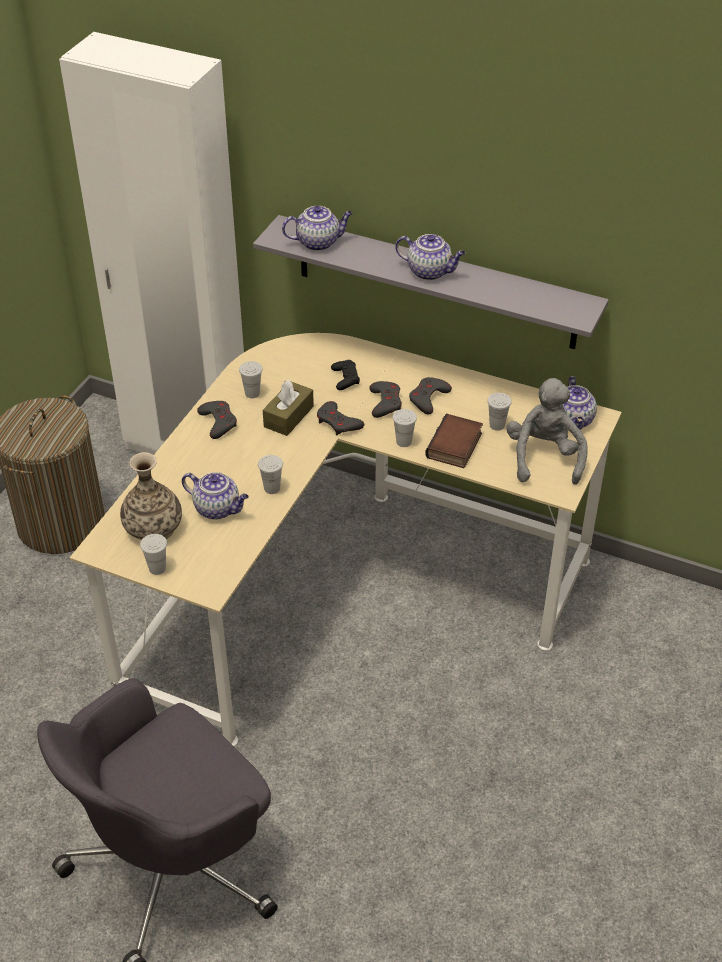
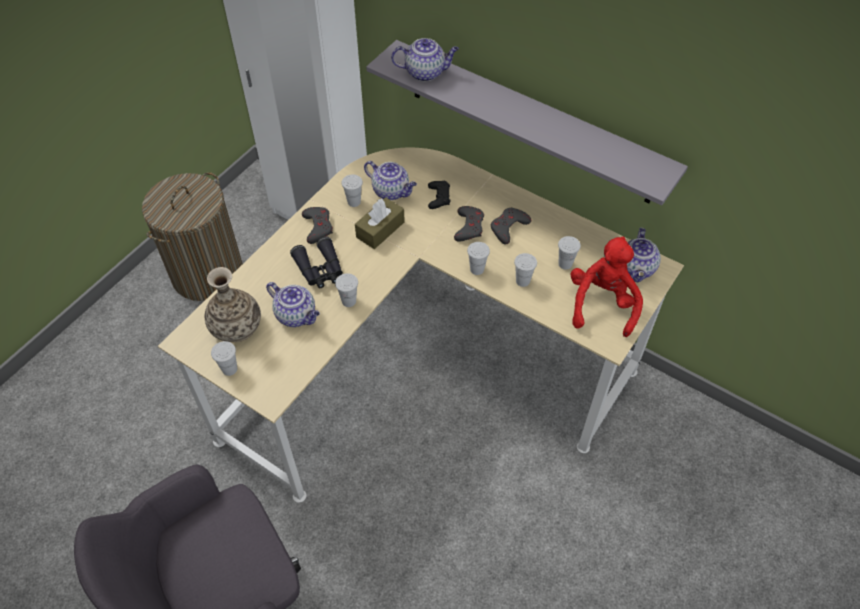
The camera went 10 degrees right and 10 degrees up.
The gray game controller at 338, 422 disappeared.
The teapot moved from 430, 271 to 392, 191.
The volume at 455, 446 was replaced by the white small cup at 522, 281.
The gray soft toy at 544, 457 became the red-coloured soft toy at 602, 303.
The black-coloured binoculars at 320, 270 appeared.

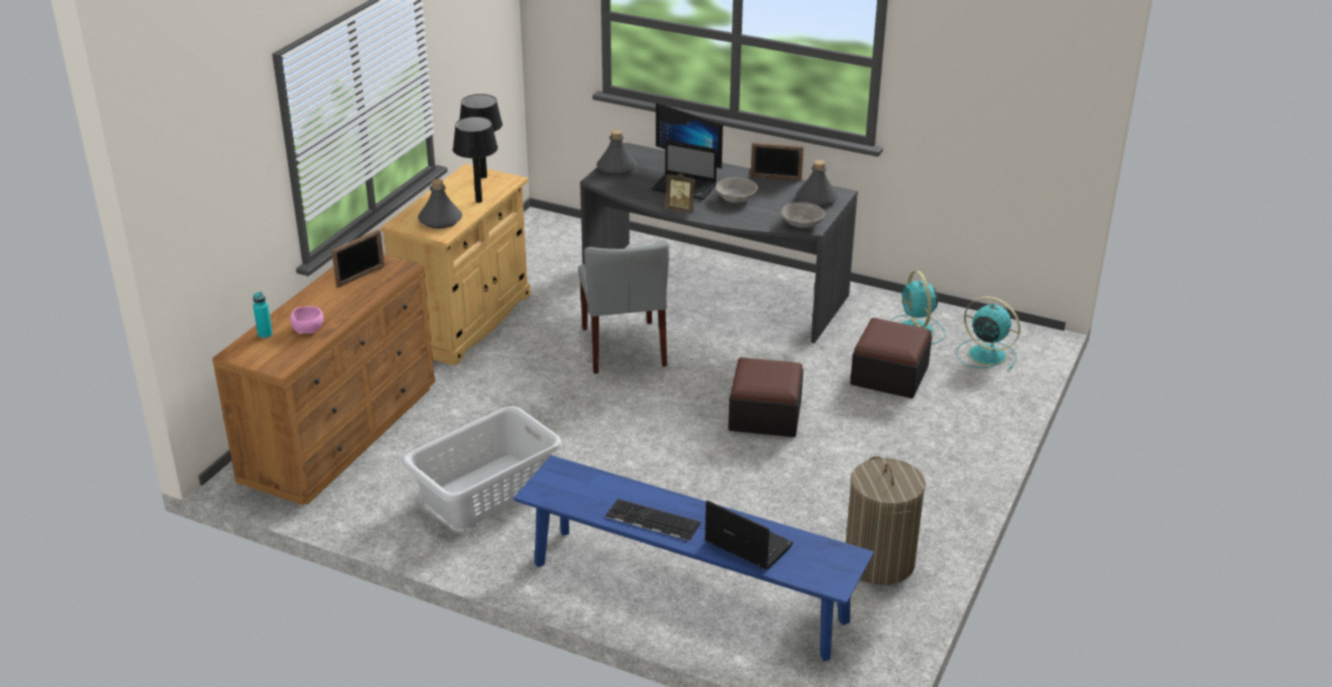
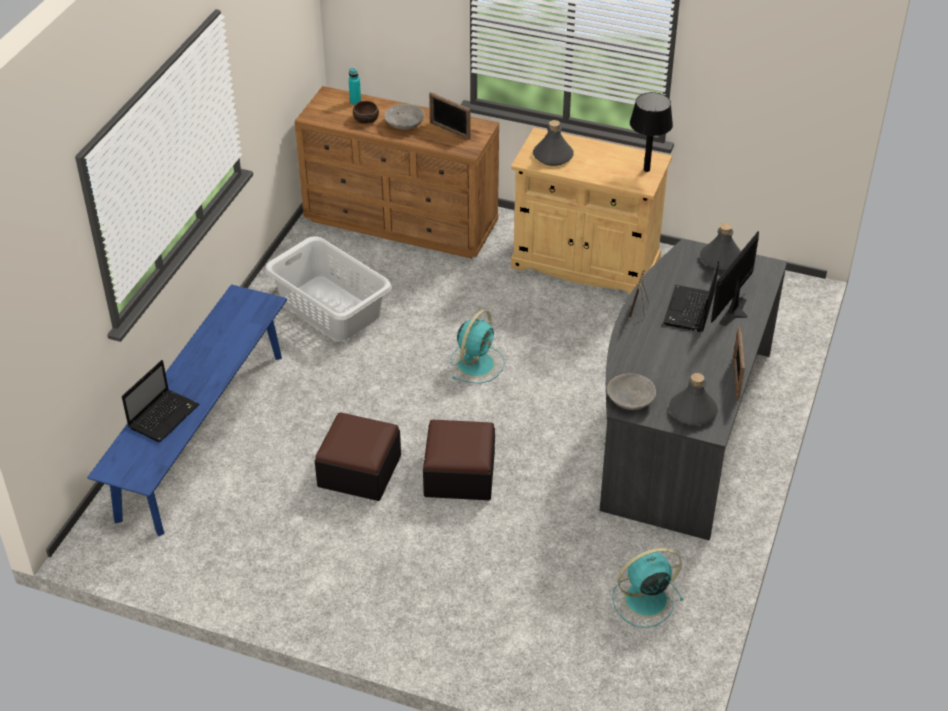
The camera went 85 degrees right and 10 degrees up.
The pink serving bowl at 309, 328 became the brownish serving bowl at 366, 119.
The black-coloured lamp for a table at 479, 201 disappeared.
The gray upright chair at 624, 347 disappeared.
The PC keyboard at 651, 520 disappeared.
The gray serving bowl moved from 736, 198 to 405, 124.
The laundry basket at 879, 562 disappeared.
The pouffe moved from 889, 375 to 359, 471.
The blue-green fan moved from 985, 354 to 476, 363.

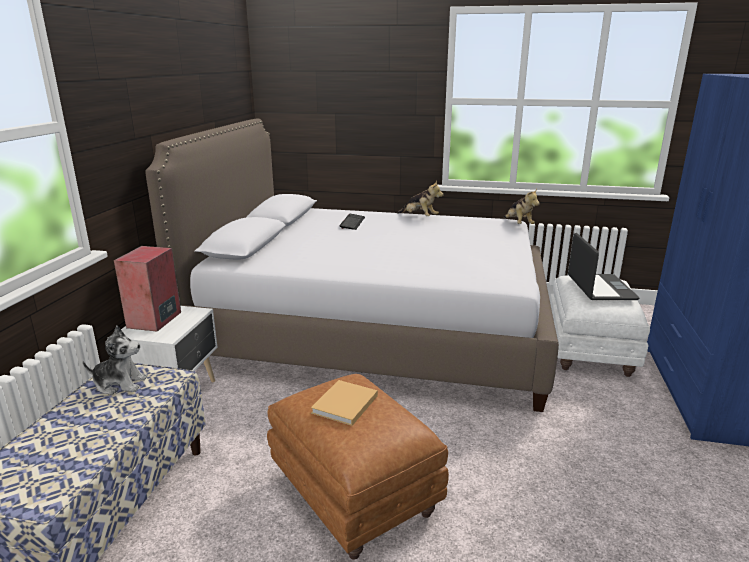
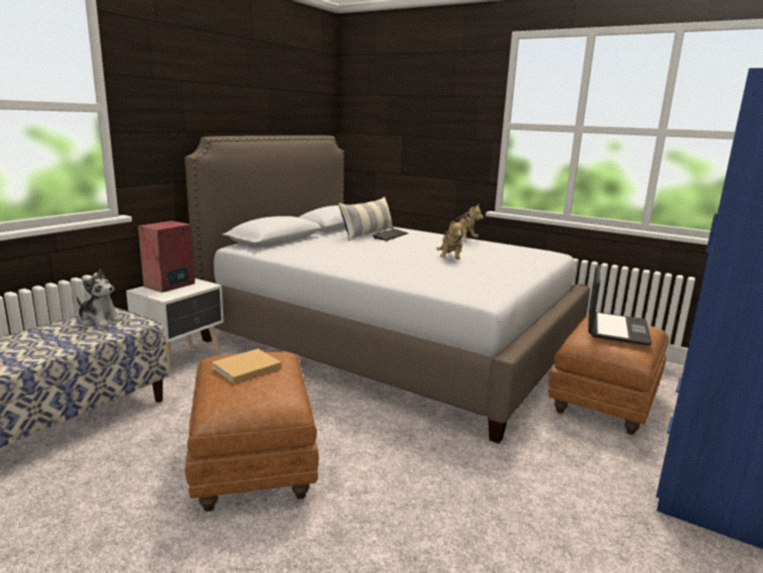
The camera went 20 degrees right and 5 degrees down.
The soft toy moved from 518, 224 to 450, 259.
The white pouffe at 588, 350 became the brownish pouffe at 603, 401.
The cushion at 368, 234 appeared.

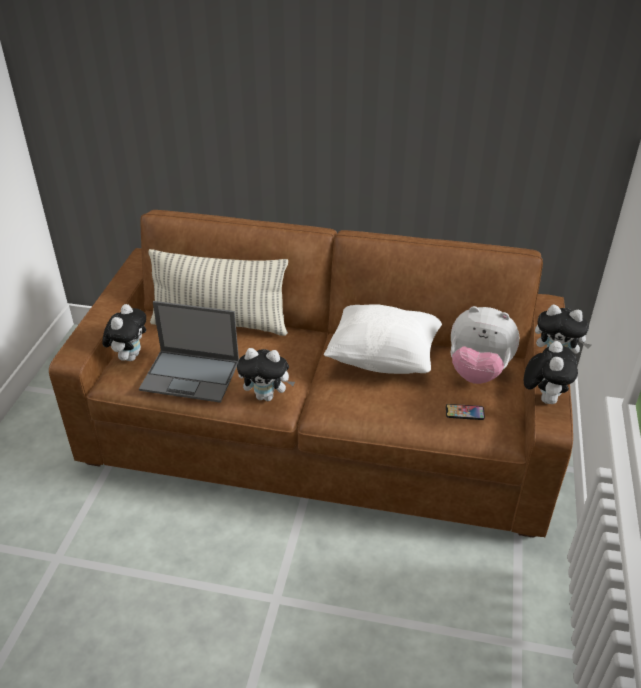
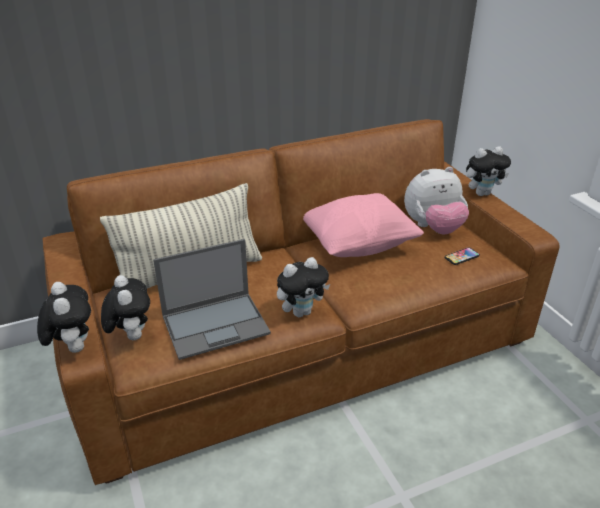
The camera went 35 degrees left and 5 degrees down.
The white cushion at 384, 358 became the pink cushion at 358, 245.
The soft toy moved from 543, 397 to 72, 347.

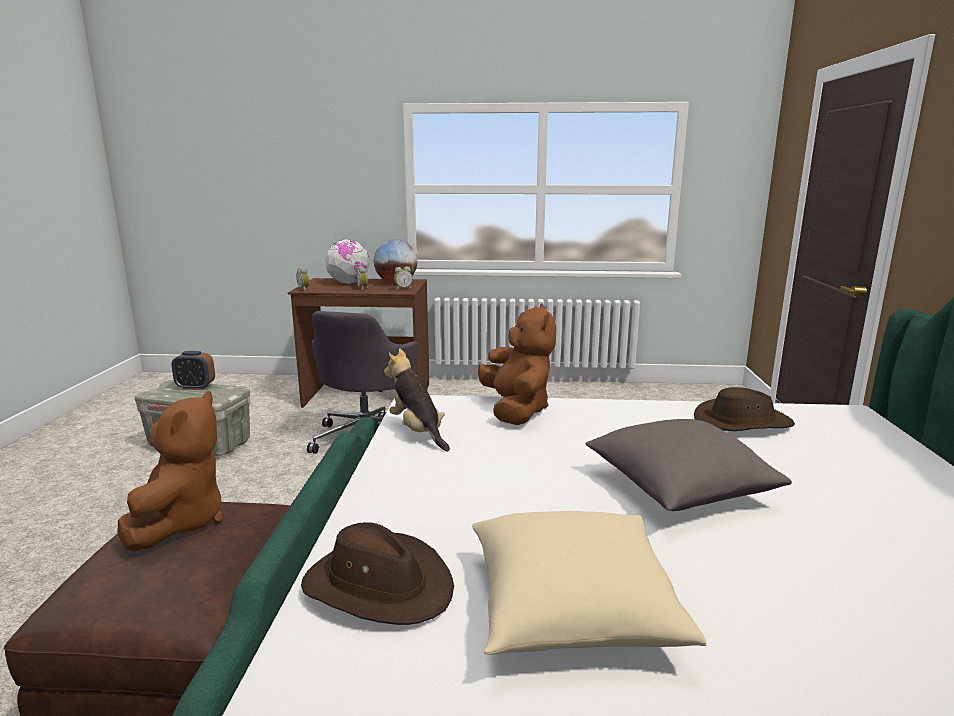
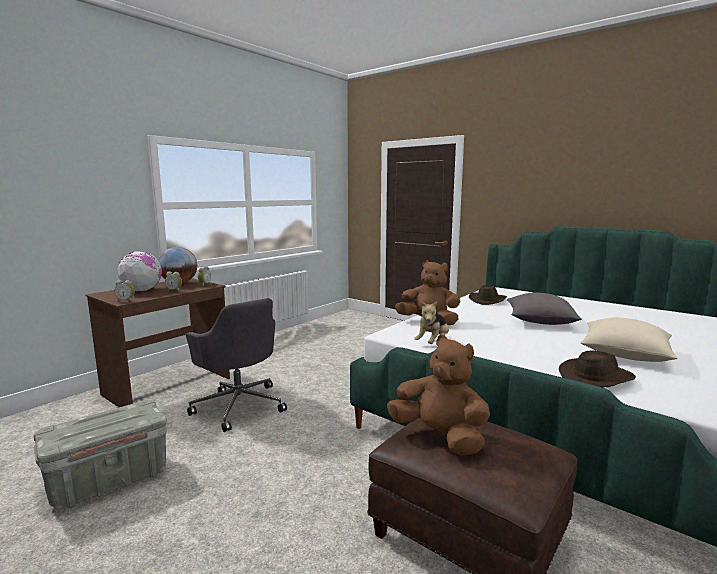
The camera went 55 degrees left and 5 degrees down.
The table clock at 195, 387 disappeared.
The soft toy at 417, 432 turned 60 degrees counterclockwise.

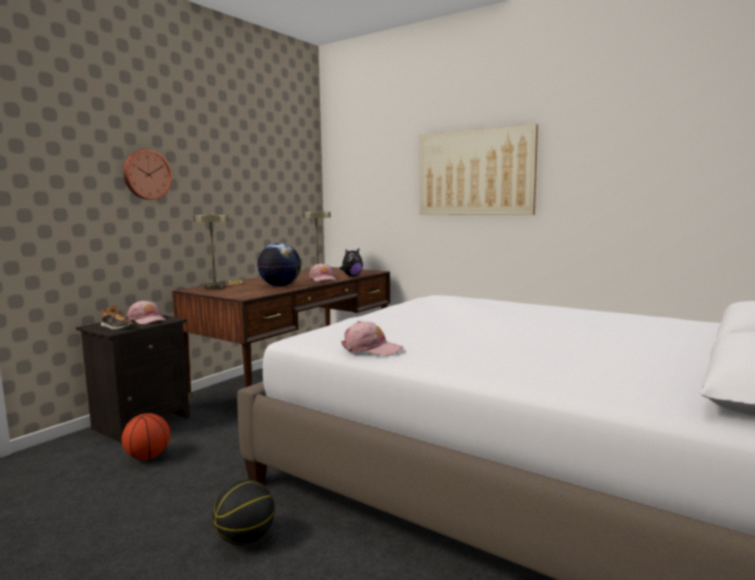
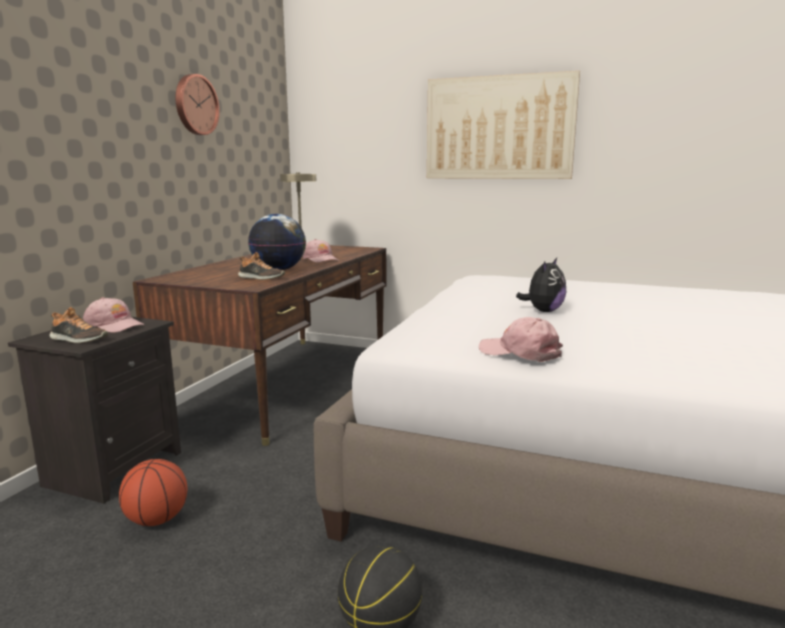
The camera went 15 degrees left and 5 degrees up.
The hanging clock moved from 146, 175 to 195, 105.
The beige lamp for a table at 218, 287 disappeared.
The soft toy moved from 352, 276 to 543, 311.
The pink cap at 371, 349 turned 150 degrees counterclockwise.
The item of footwear at 261, 278 appeared.

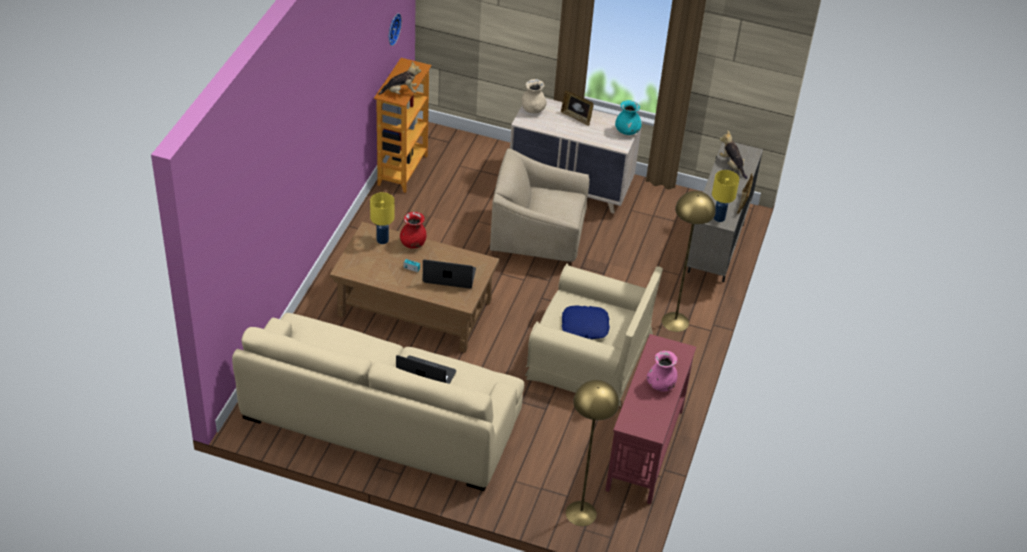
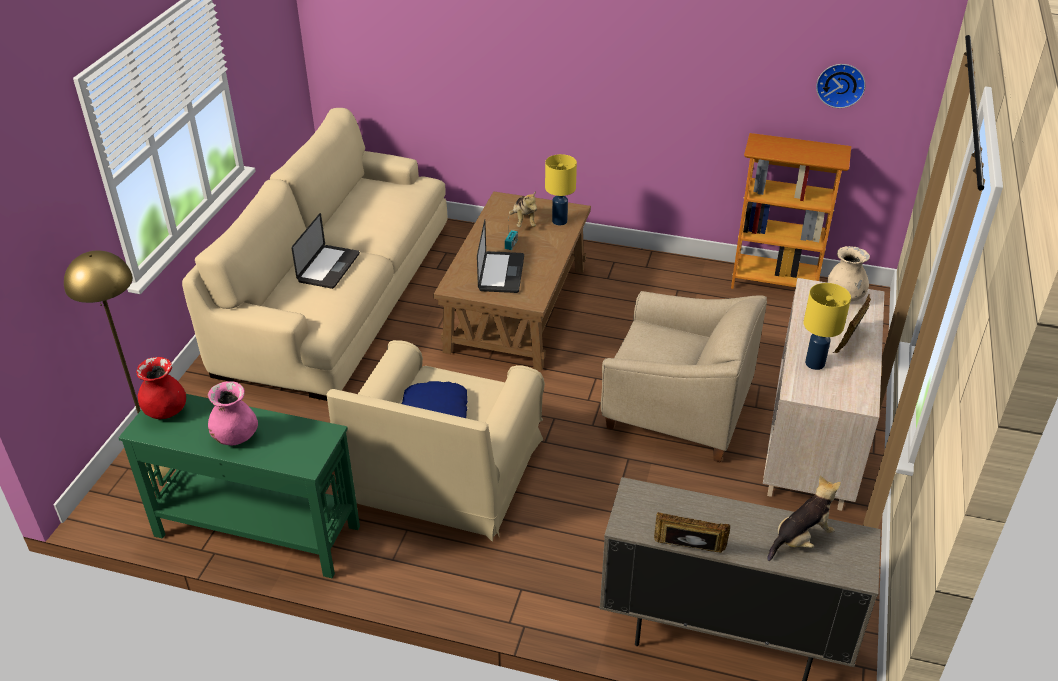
The camera went 90 degrees right and 5 degrees down.
The soft toy moved from 401, 92 to 523, 221.
The red-coloured flower vase moved from 413, 244 to 166, 411.
The beige easy chair at 537, 239 turned 105 degrees clockwise.
The red-coloured hall table at 644, 449 became the green-coloured hall table at 256, 530.
The blue-green flower vase at 627, 131 disappeared.
The yellow standing lamp at 675, 322 disappeared.
The yellow lamp for a table moved from 719, 218 to 814, 363.

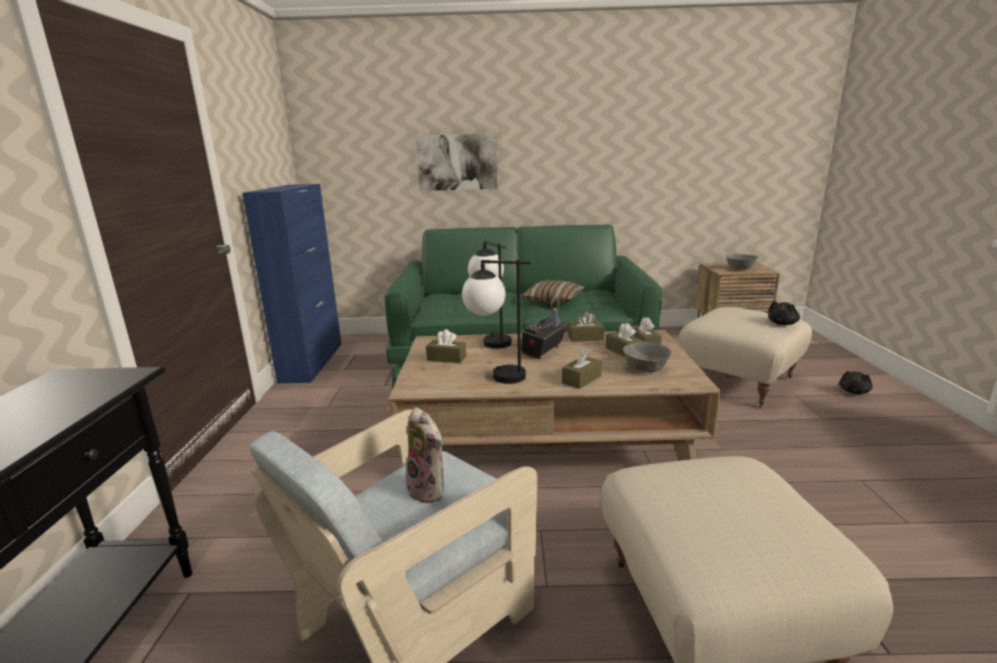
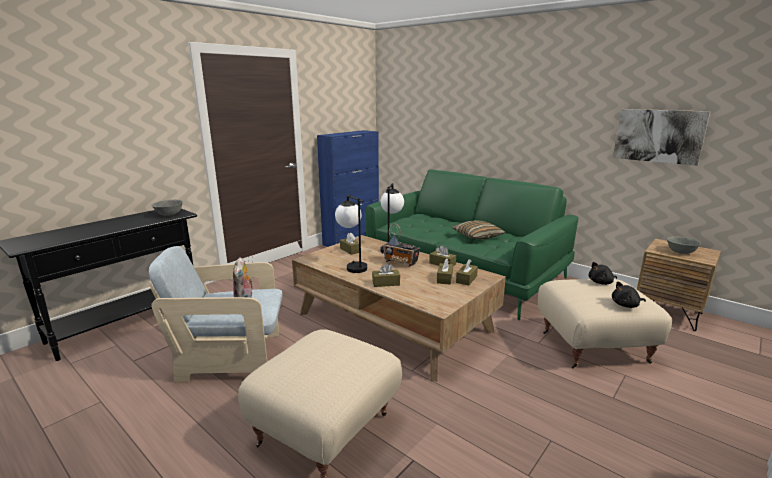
The camera went 40 degrees right and 0 degrees up.
The wall art moved from 457, 162 to 658, 136.
The radio set at 542, 351 turned 135 degrees counterclockwise.
The gray serving bowl moved from 645, 369 to 169, 215.
The black-coloured soft toy moved from 854, 391 to 601, 282.

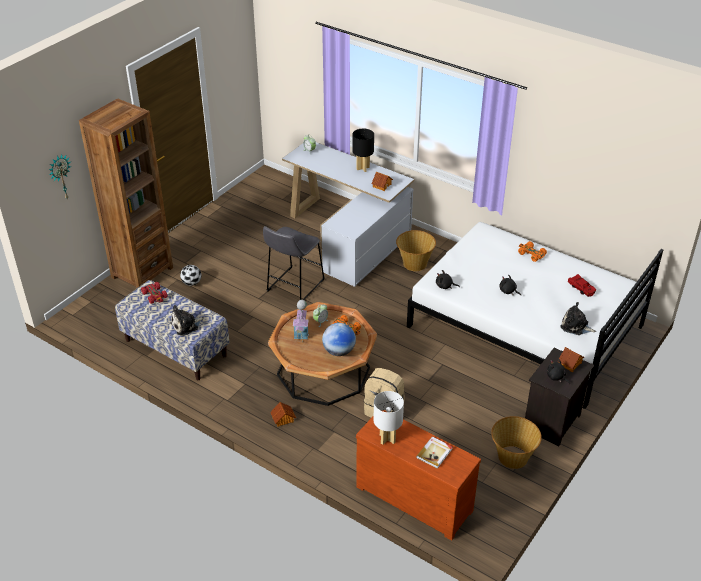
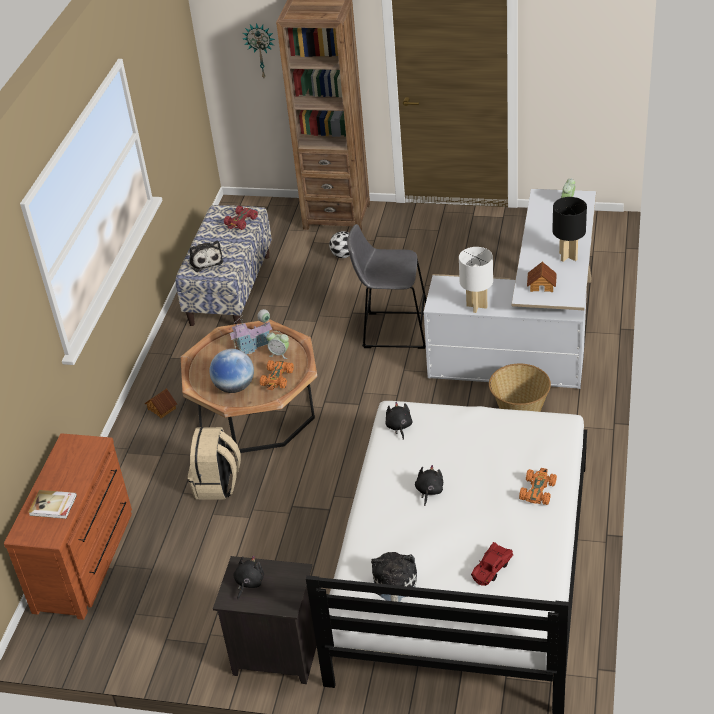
The camera went 70 degrees right and 0 degrees up.
The soft toy at 186, 325 turned 150 degrees counterclockwise.
The white lamp for a table moved from 387, 438 to 477, 306.
The storage basket at 512, 457 disappeared.
The miniature house at 570, 363 disappeared.

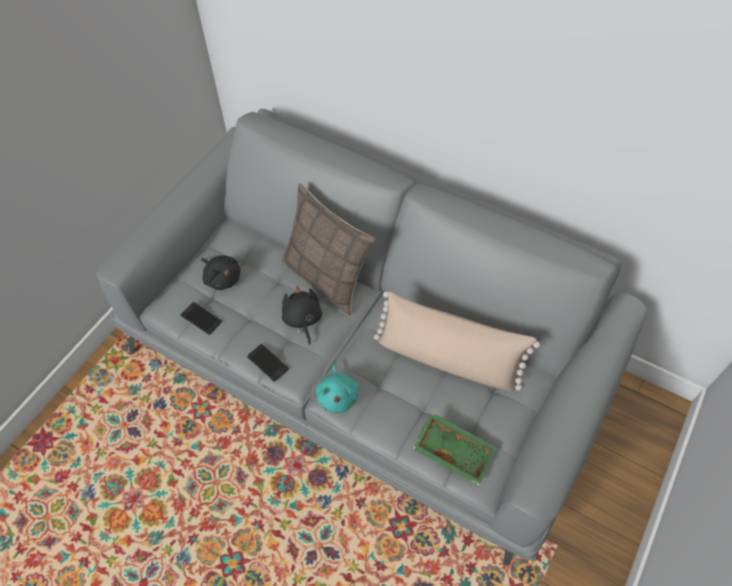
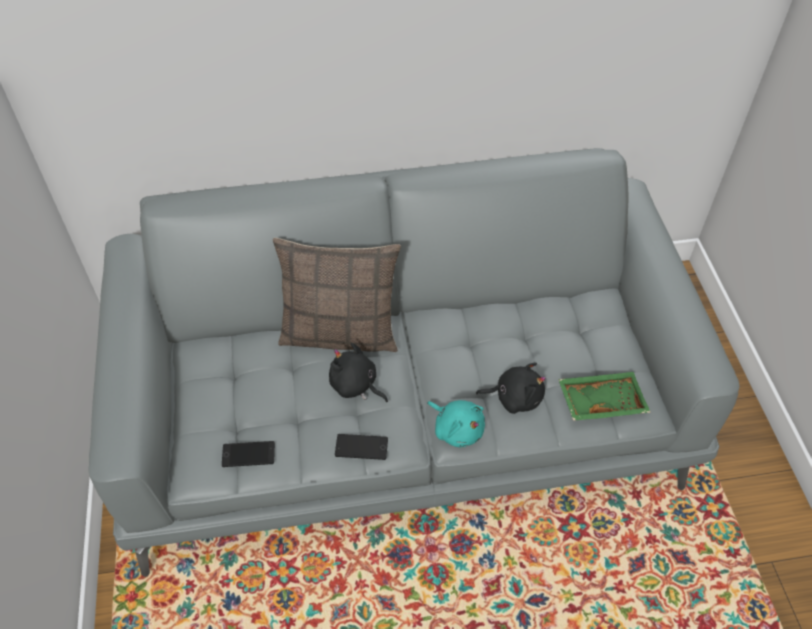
The camera went 40 degrees left and 5 degrees down.
The black-coloured soft toy moved from 222, 278 to 514, 397.
The beige cushion at 448, 359 disappeared.

